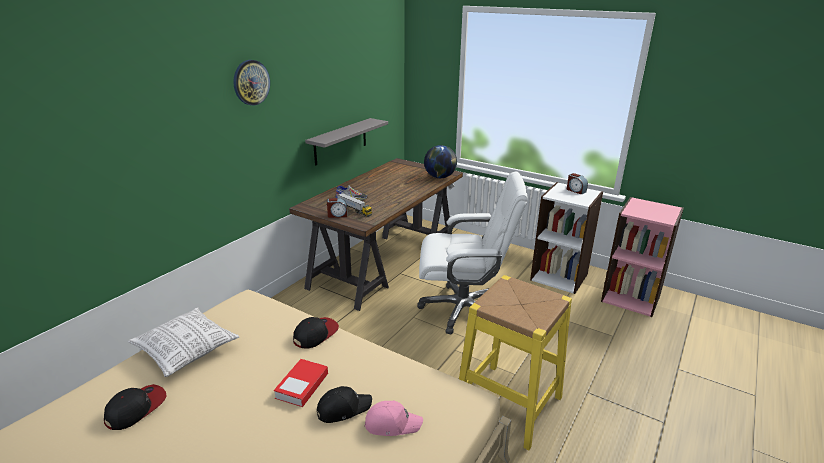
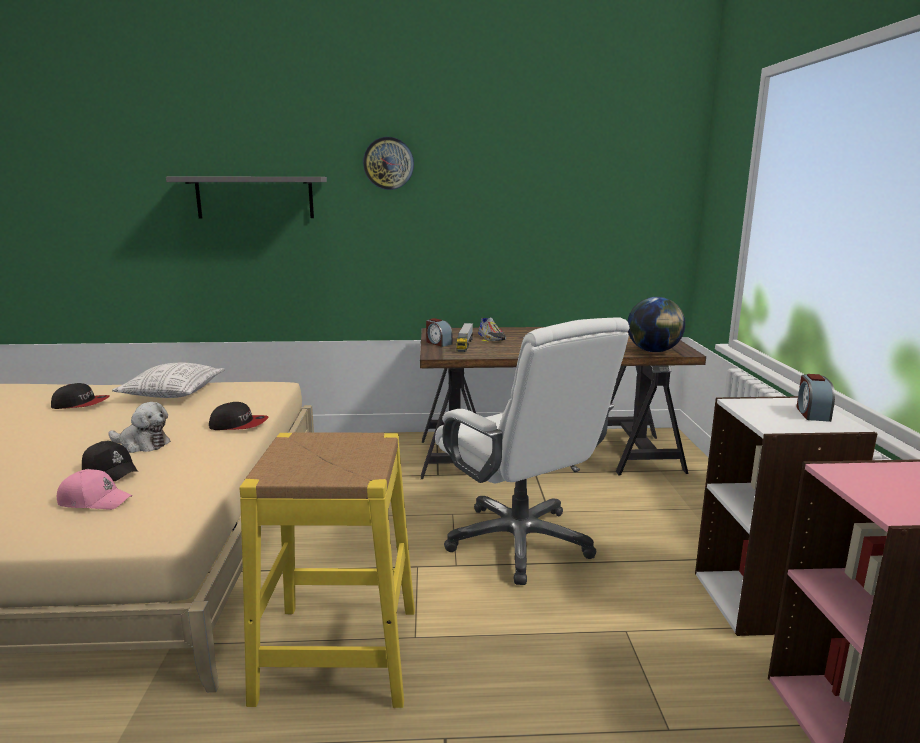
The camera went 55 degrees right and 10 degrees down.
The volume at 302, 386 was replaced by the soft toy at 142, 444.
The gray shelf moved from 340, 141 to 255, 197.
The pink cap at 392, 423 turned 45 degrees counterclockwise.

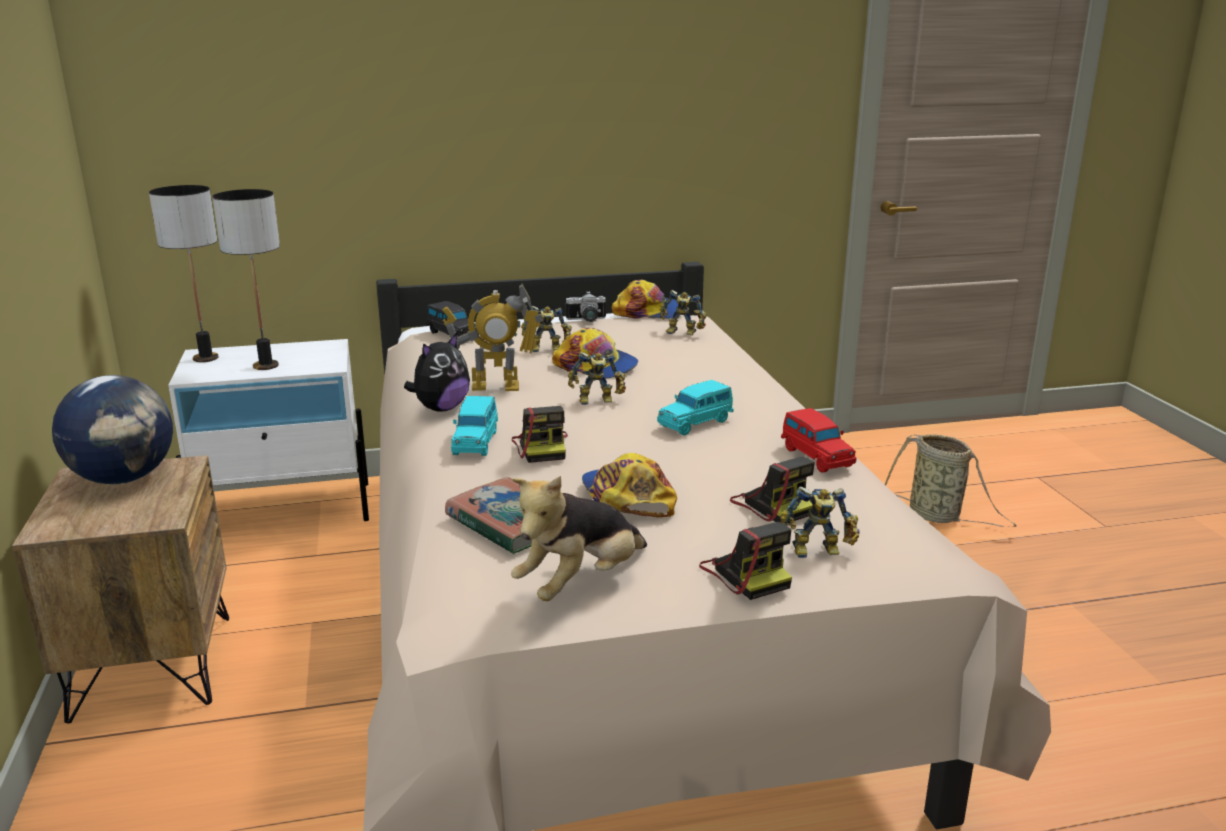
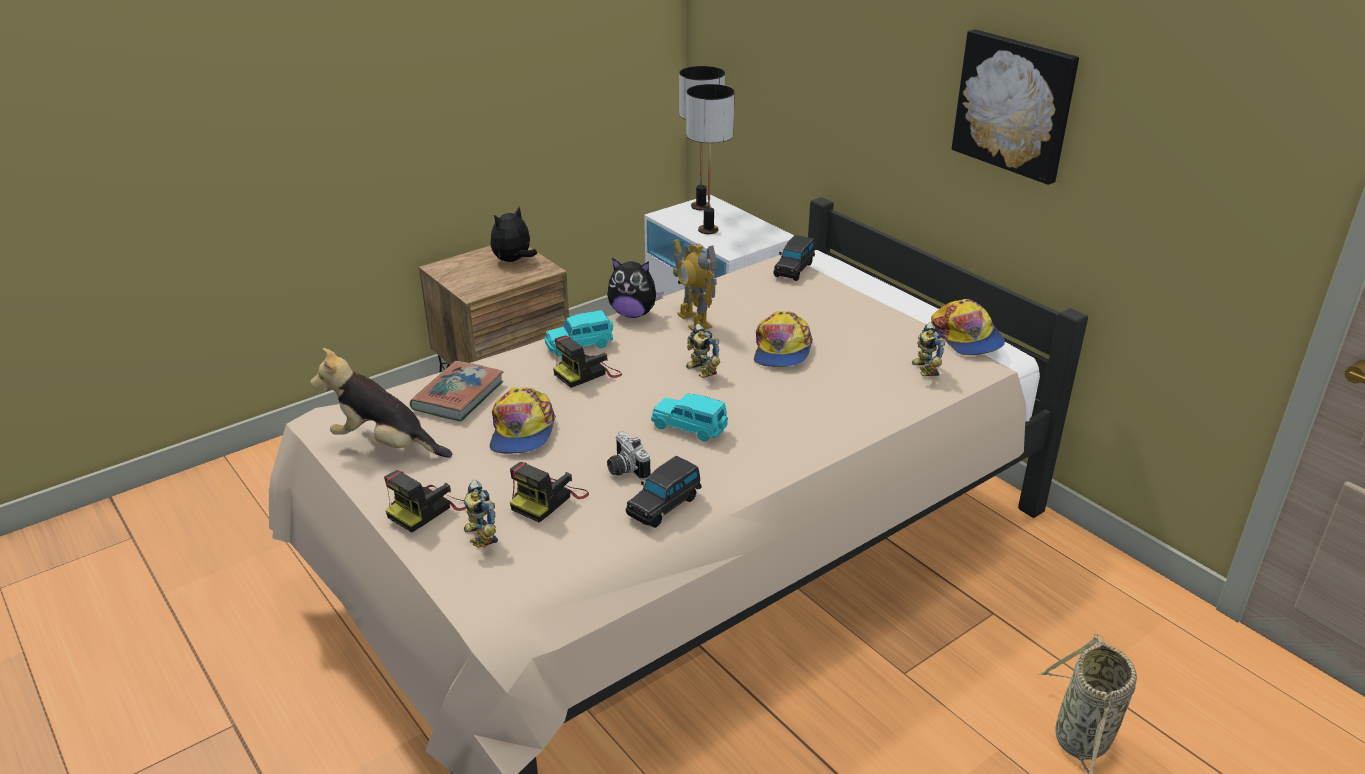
The camera went 65 degrees right and 10 degrees up.
The desk globe at 124, 479 was replaced by the soft toy at 513, 261.
The model robot at 547, 349 disappeared.
The still camera moved from 586, 320 to 624, 469.
The cap at 627, 498 turned 135 degrees clockwise.
The red-coloured miniature car at 816, 456 became the black-coloured miniature car at 665, 505.
The wall art at 1015, 104 appeared.

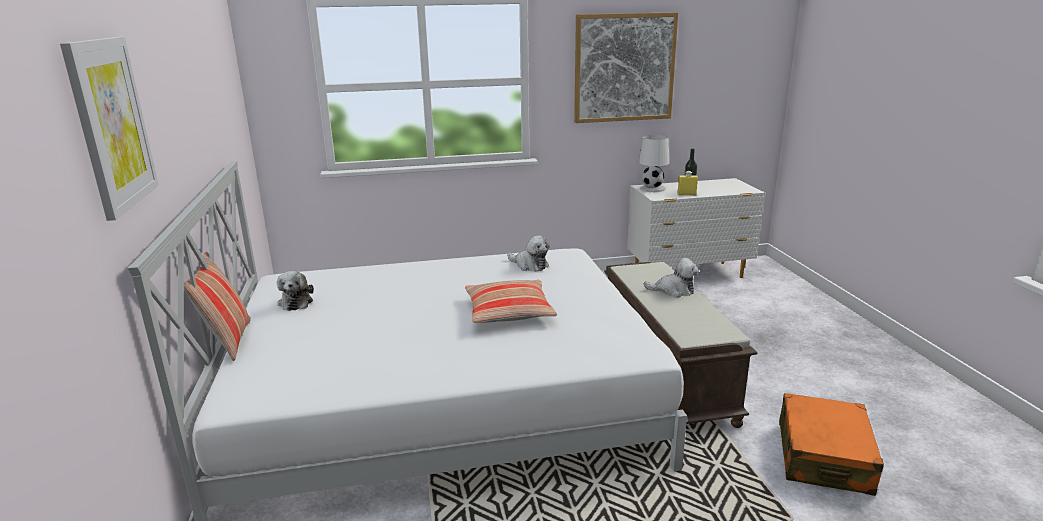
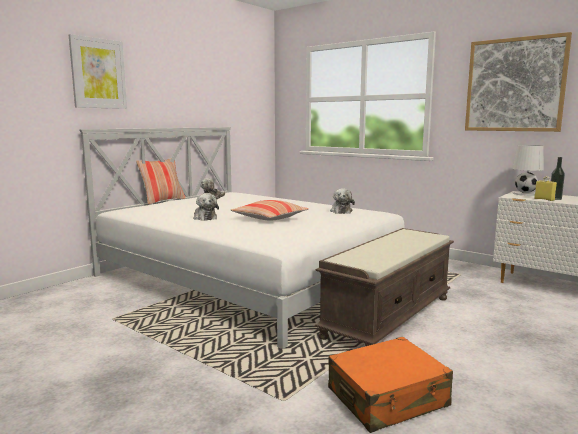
The camera went 50 degrees right and 10 degrees down.
The soft toy moved from 673, 290 to 204, 217.

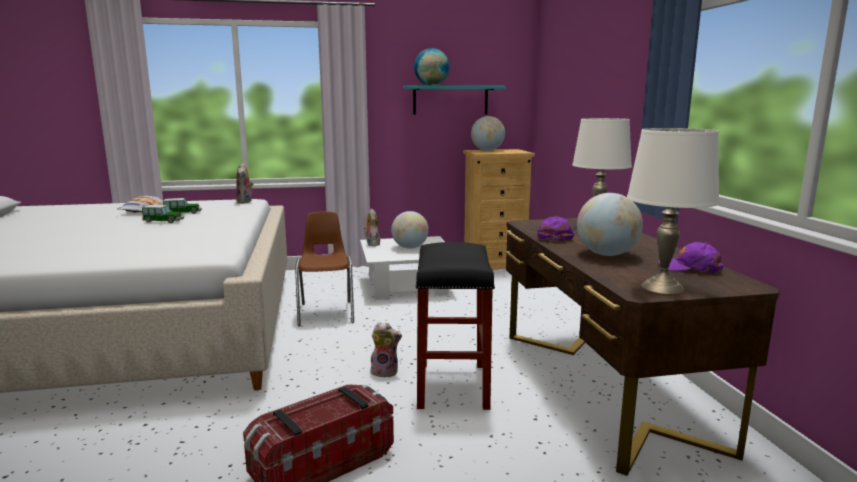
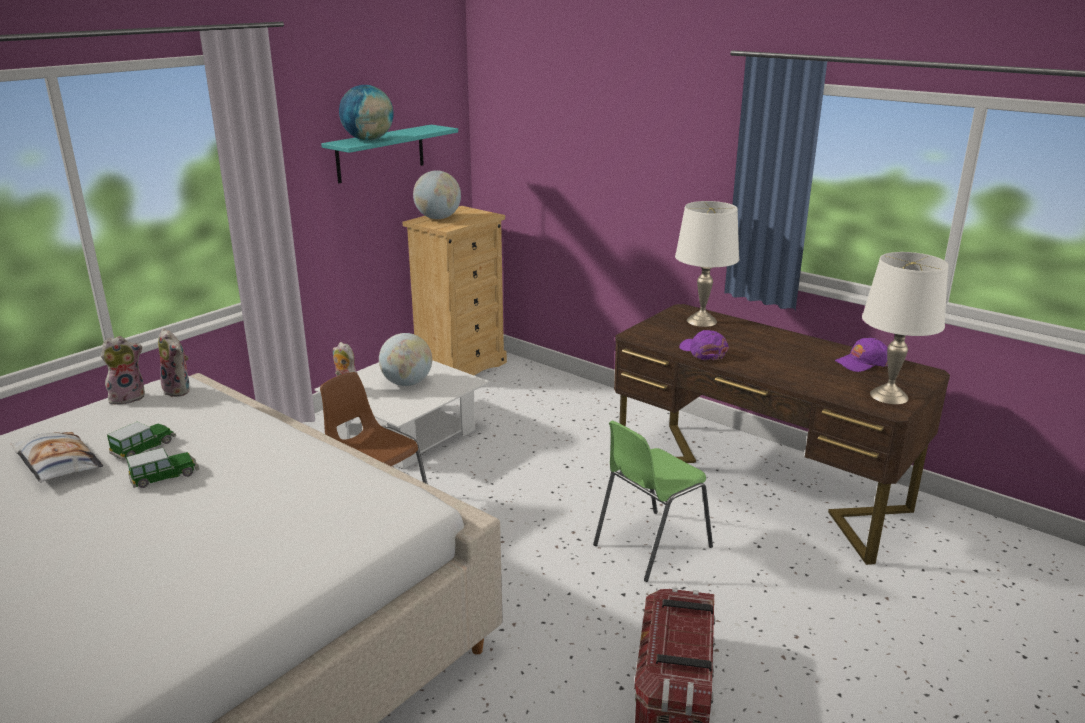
The camera went 40 degrees left and 10 degrees up.
The soft toy moved from 385, 372 to 128, 397.
The black-coloured stool at 451, 385 was replaced by the green-coloured upright chair at 650, 546.
The desk globe at 606, 254 disappeared.

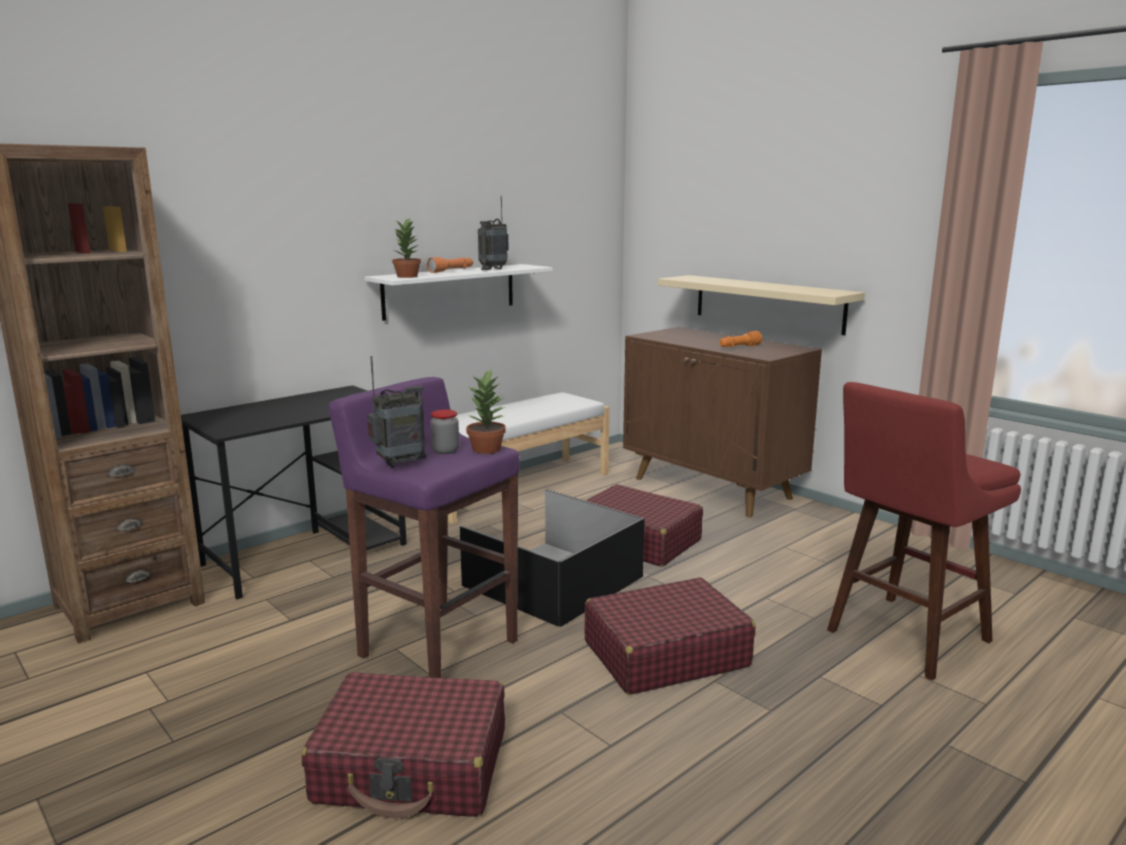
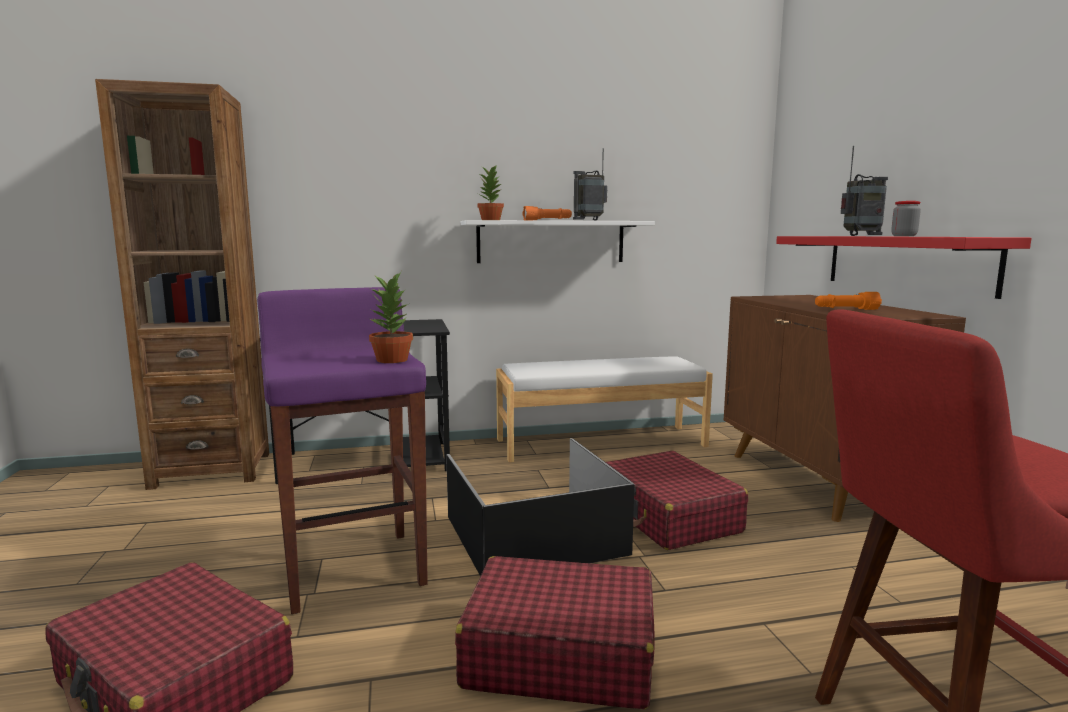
The camera went 30 degrees right and 5 degrees down.
The radio set moved from 400, 465 to 861, 236.
The jar moved from 445, 451 to 904, 236.
The beige shelf at 768, 303 became the red-coloured shelf at 905, 262.

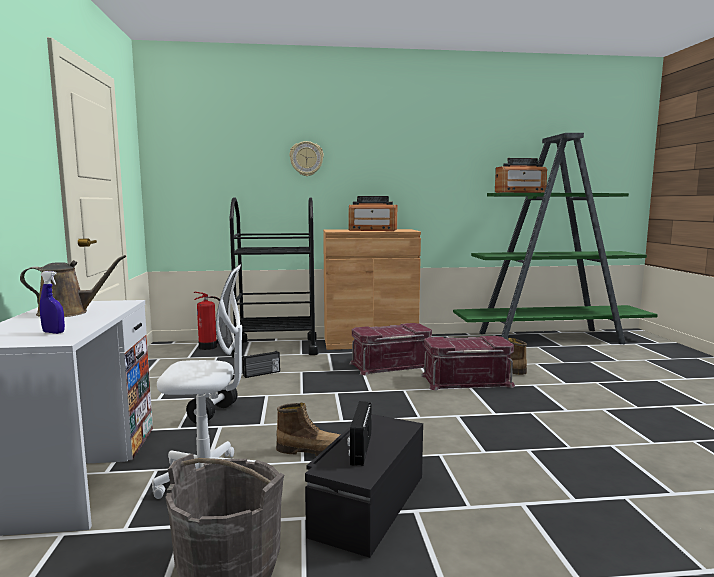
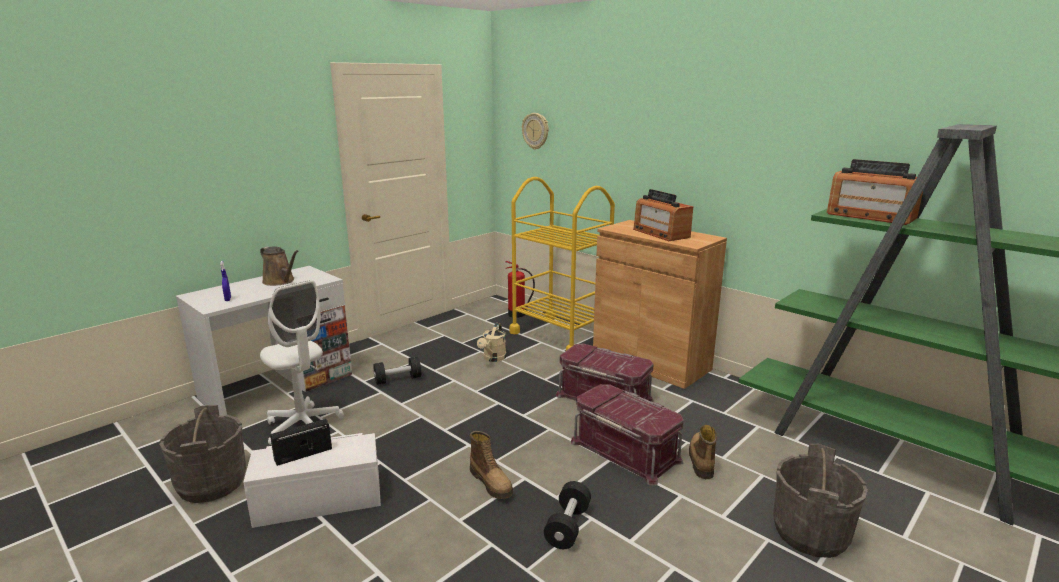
The camera went 50 degrees right and 10 degrees up.
The black-coloured trolley at 276, 347 became the yellow trolley at 560, 335.
The radio set at 262, 374 was replaced by the beige watering pot at 493, 358.
The boot moved from 312, 450 to 491, 483.
The hanging clock moved from 306, 158 to 535, 131.
The black-coloured storage box at 367, 504 became the white storage box at 319, 498.
The black-coloured free weight at 567, 526 appeared.
The gray pail at 811, 533 appeared.

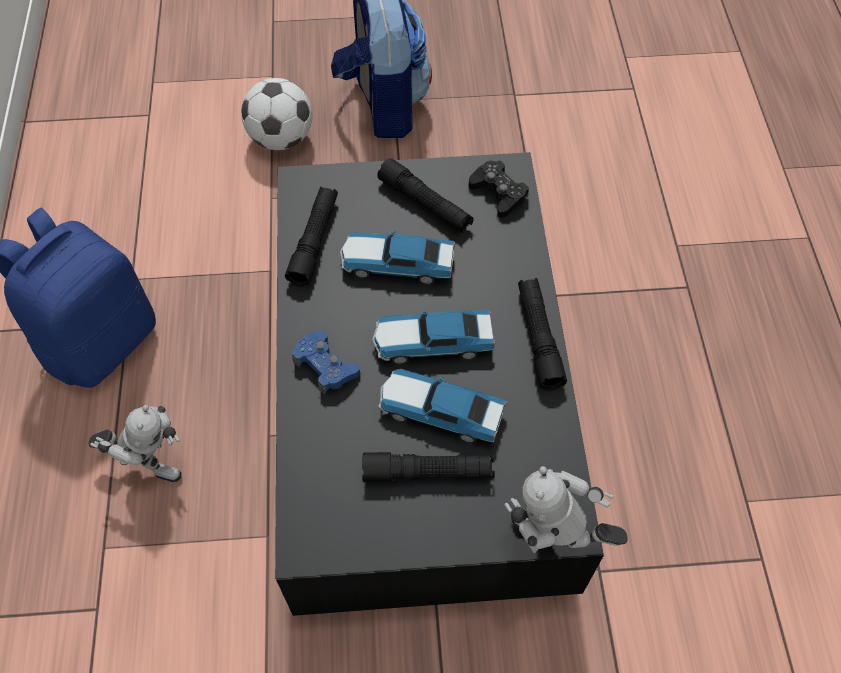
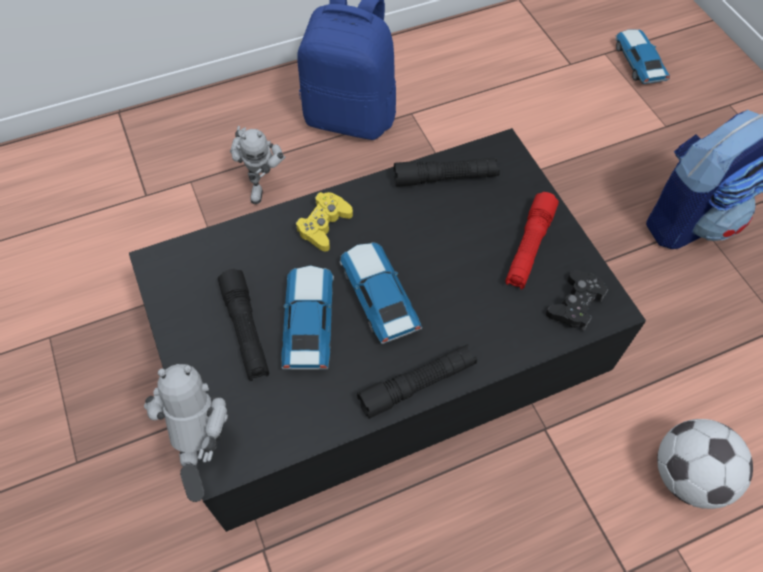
The camera went 70 degrees right and 0 degrees up.
The ball for football moved from 281, 139 to 687, 475.
The bluish game controller at 326, 366 became the yellow game controller at 324, 225.
The miniature car moved from 396, 263 to 638, 62.
The black-coloured hand torch at 425, 204 became the red-coloured hand torch at 529, 247.

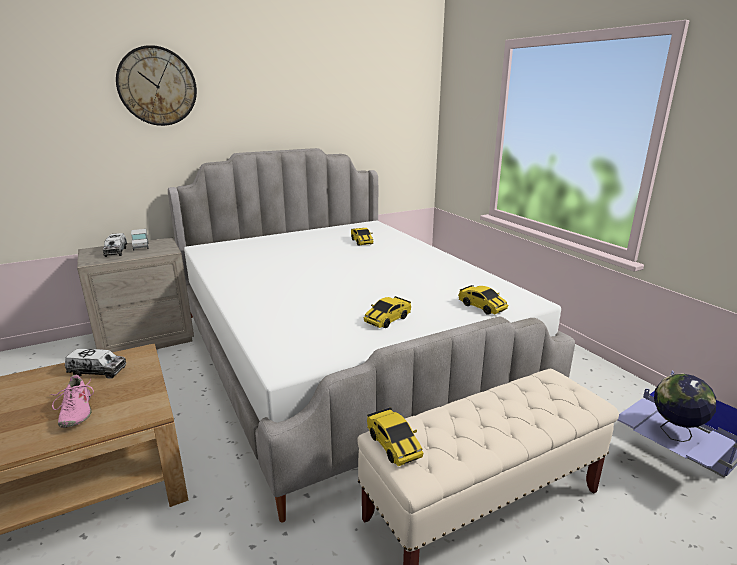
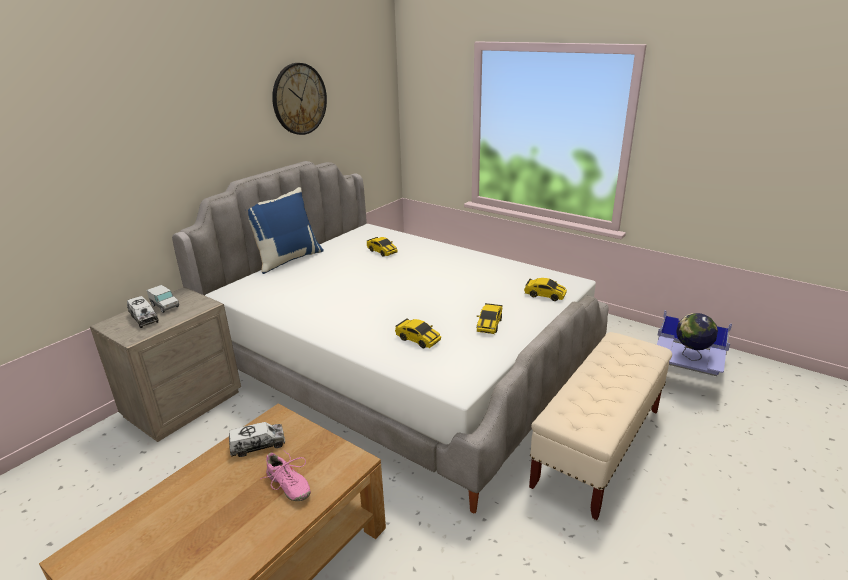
The camera went 25 degrees left and 5 degrees up.
The hanging clock moved from 157, 86 to 299, 99.
The miniature car moved from 393, 445 to 418, 339.
The bluish cushion at 287, 259 appeared.

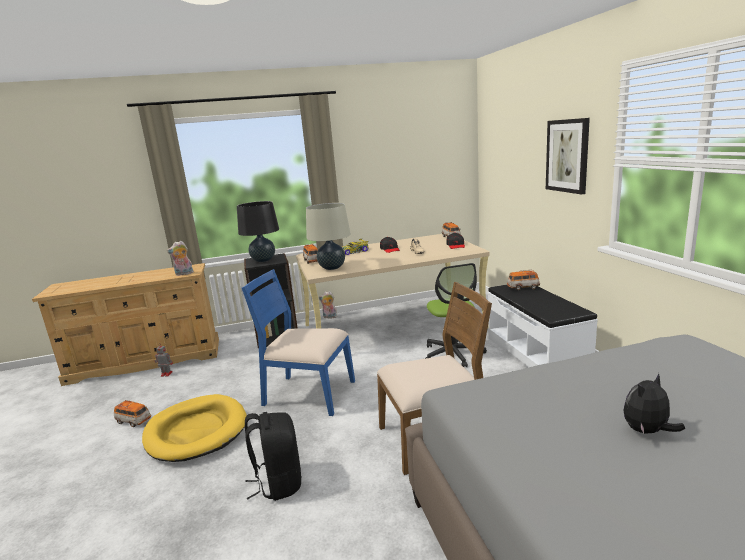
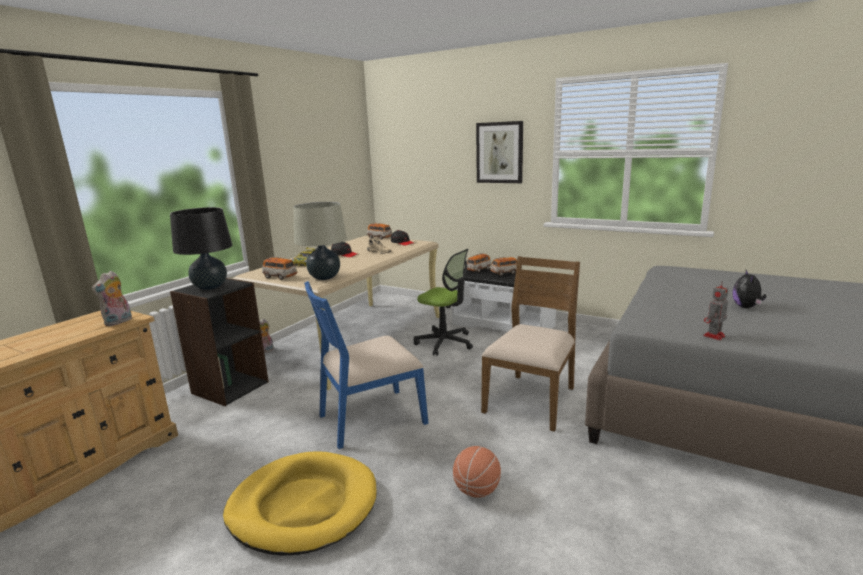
The camera went 45 degrees left and 0 degrees up.
The miniature car moved from 133, 421 to 504, 273.
The model robot moved from 166, 374 to 713, 336.
The black-coloured rucksack at 278, 483 was replaced by the ball for basketball at 476, 490.

